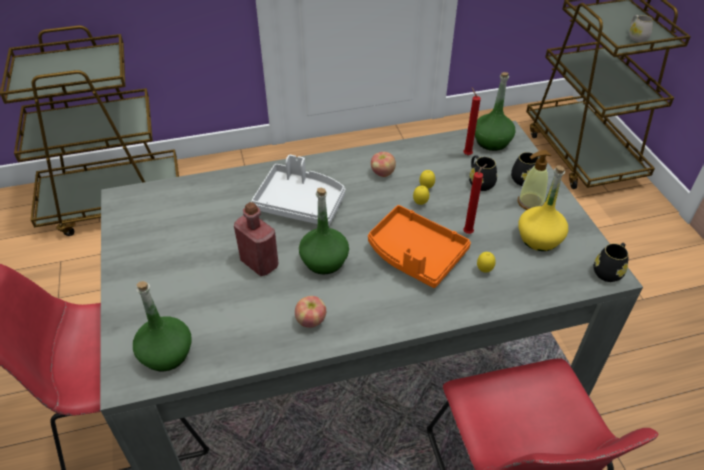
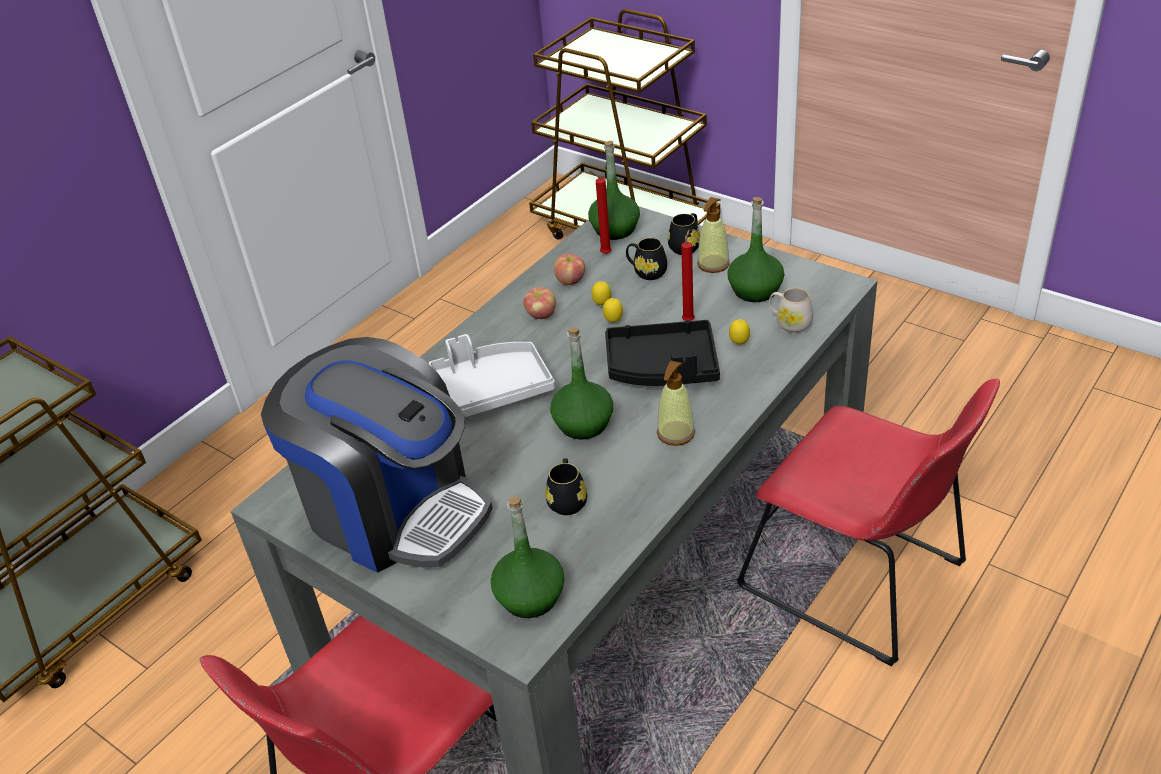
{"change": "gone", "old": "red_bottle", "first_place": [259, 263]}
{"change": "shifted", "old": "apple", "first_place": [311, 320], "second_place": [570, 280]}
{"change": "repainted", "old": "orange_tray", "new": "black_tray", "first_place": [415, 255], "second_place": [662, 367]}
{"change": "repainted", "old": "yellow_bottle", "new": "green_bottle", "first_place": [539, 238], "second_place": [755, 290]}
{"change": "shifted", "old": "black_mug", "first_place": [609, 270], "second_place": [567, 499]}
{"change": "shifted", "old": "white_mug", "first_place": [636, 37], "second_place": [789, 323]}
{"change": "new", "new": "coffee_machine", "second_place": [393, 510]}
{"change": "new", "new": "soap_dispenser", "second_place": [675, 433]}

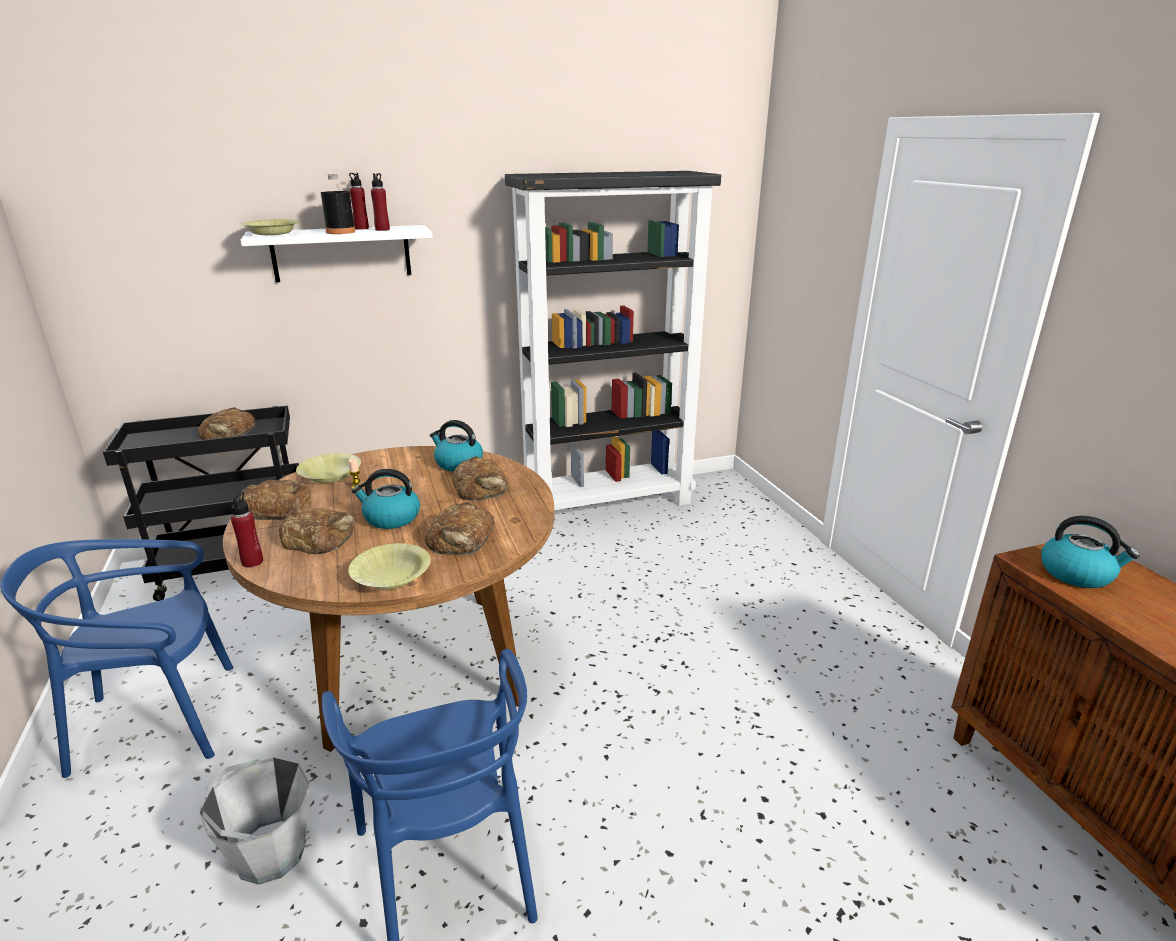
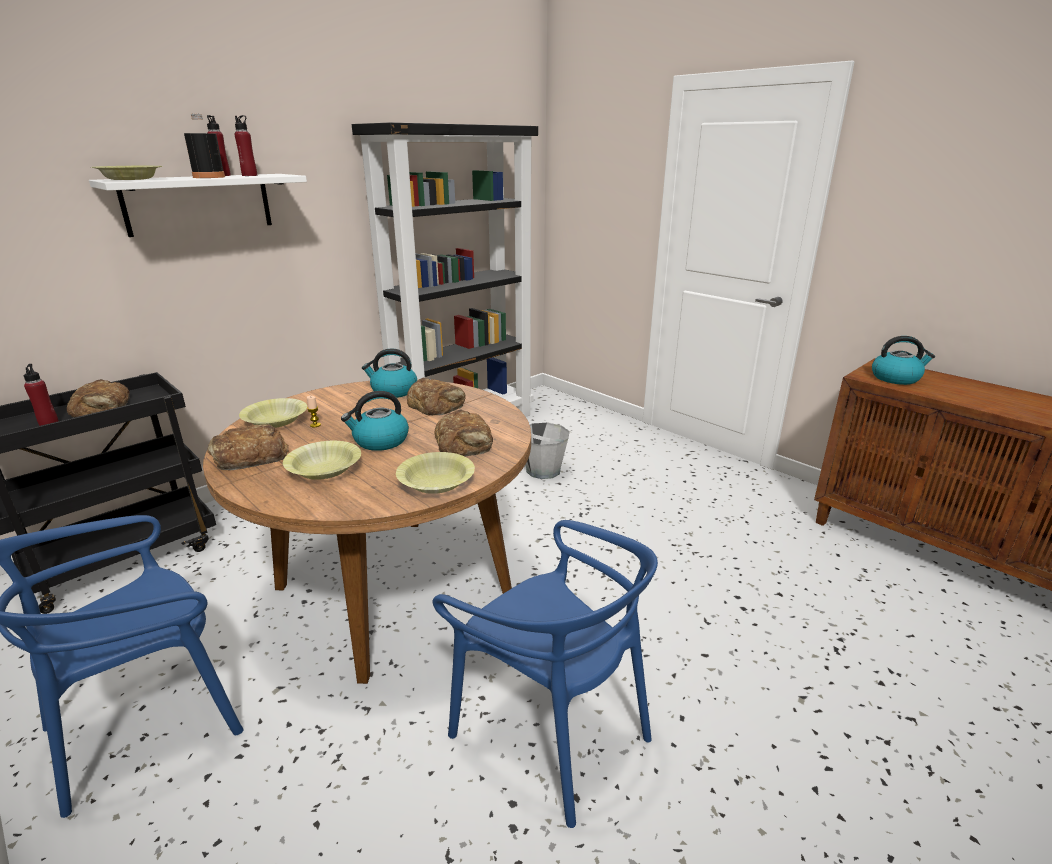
{"change": "shifted", "old": "grey_bucket", "first_place": [270, 852], "second_place": [543, 470]}
{"change": "shifted", "old": "red_bottle", "first_place": [252, 562], "second_place": [49, 423]}
{"change": "swapped", "old": "bread", "new": "yellow_bowl", "first_place": [318, 537], "second_place": [324, 469]}

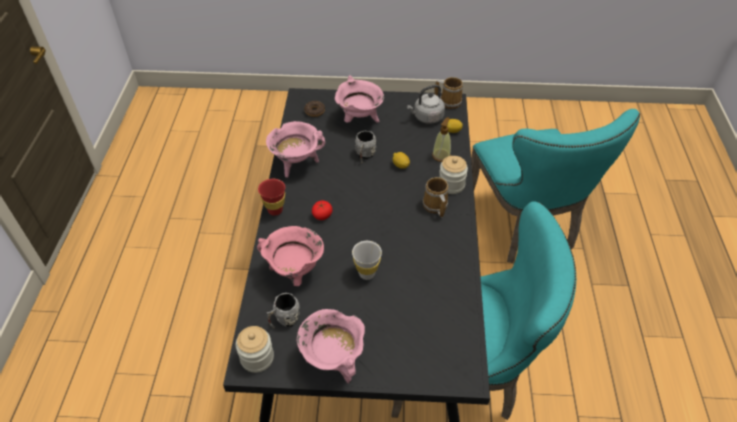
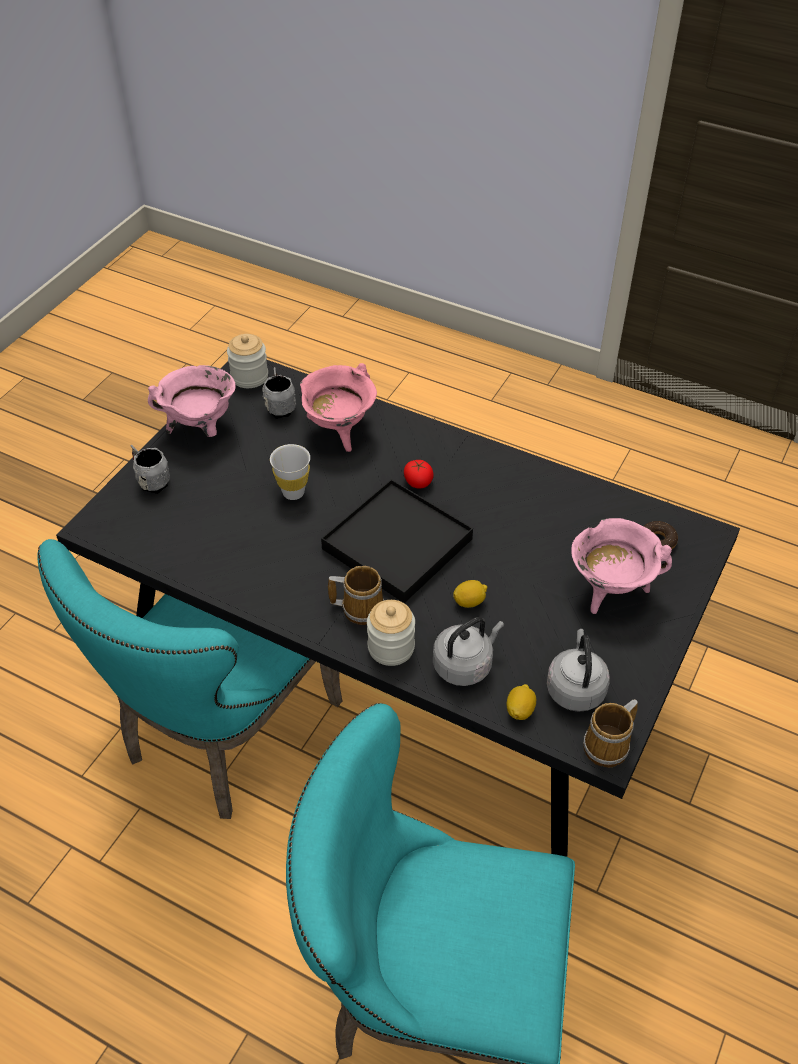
{"change": "gone", "old": "red_cup", "first_place": [275, 210]}
{"change": "gone", "old": "pink_cooking_pot", "first_place": [296, 164]}
{"change": "shifted", "old": "grey_mug", "first_place": [364, 155], "second_place": [151, 481]}
{"change": "swapped", "old": "soap_dispenser", "new": "grey_kettle", "first_place": [441, 155], "second_place": [465, 665]}
{"change": "new", "new": "black_tray", "second_place": [397, 544]}

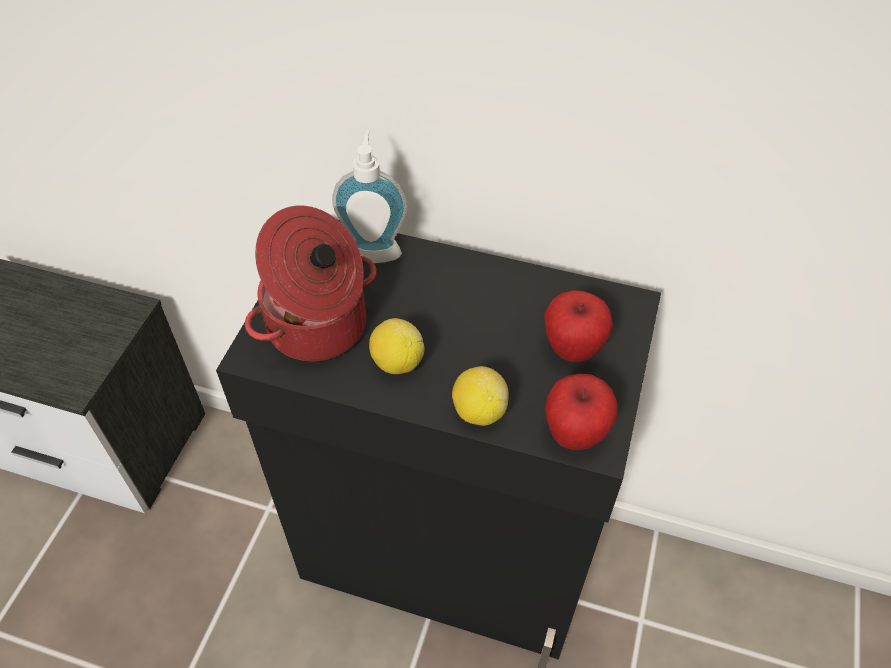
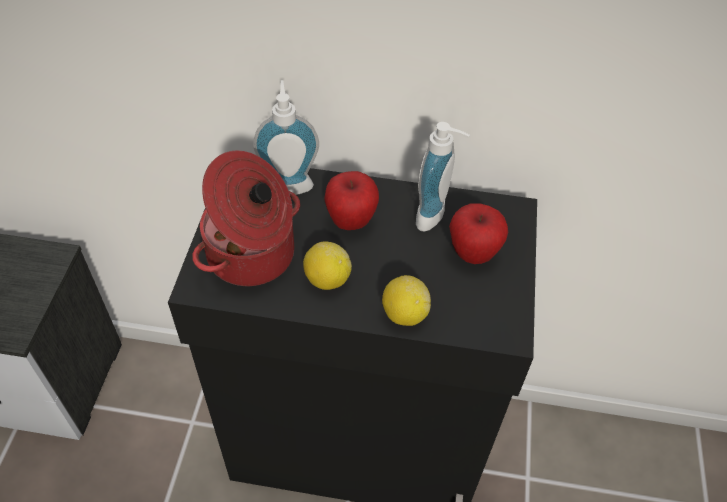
{"change": "shifted", "old": "apple", "first_place": [574, 434], "second_place": [351, 221]}
{"change": "new", "new": "soap_dispenser", "second_place": [435, 217]}

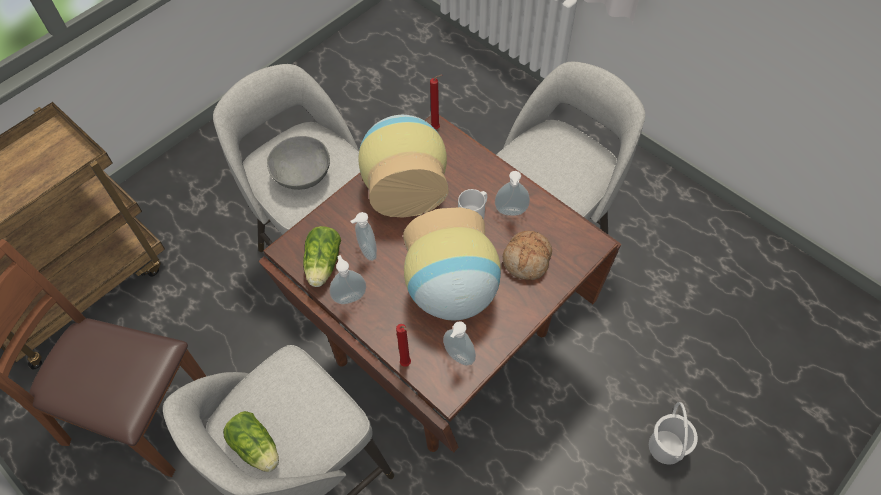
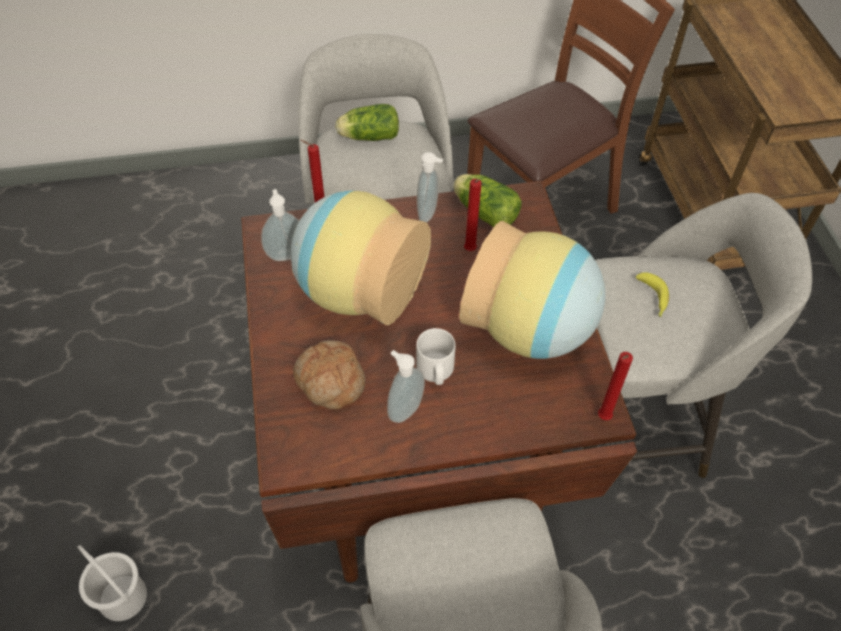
{"change": "swapped", "old": "grey_bowl", "new": "banana", "first_place": [302, 176], "second_place": [652, 299]}
{"change": "swapped", "old": "soap_dispenser", "new": "red_candle", "first_place": [366, 252], "second_place": [469, 251]}

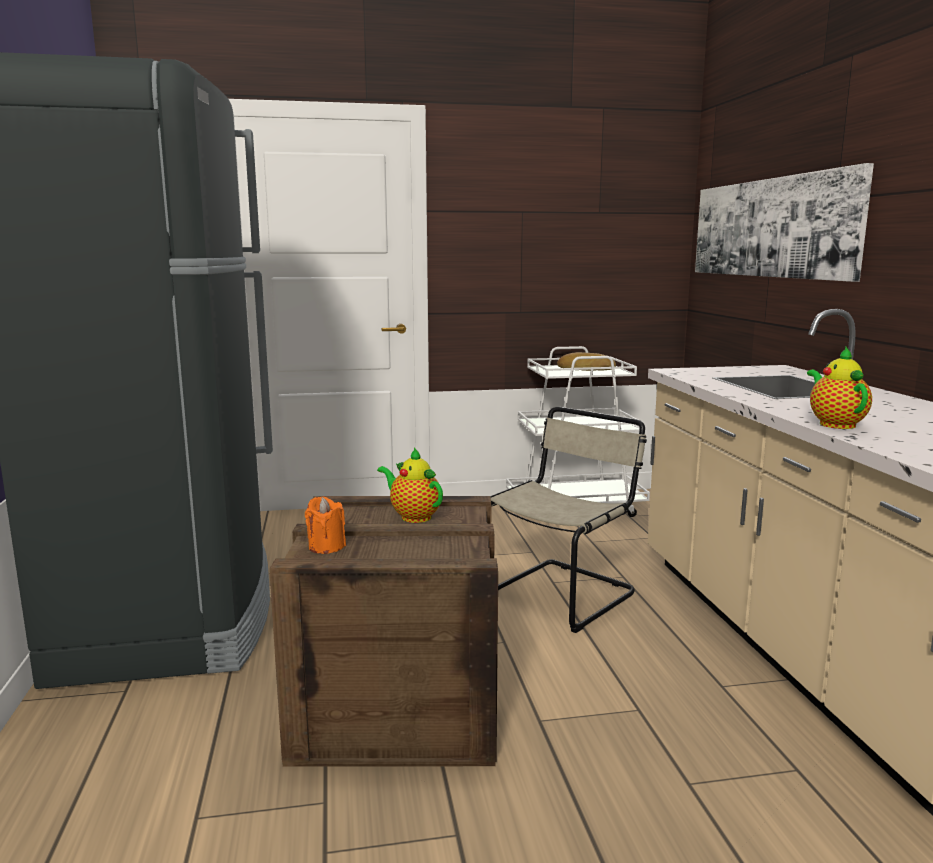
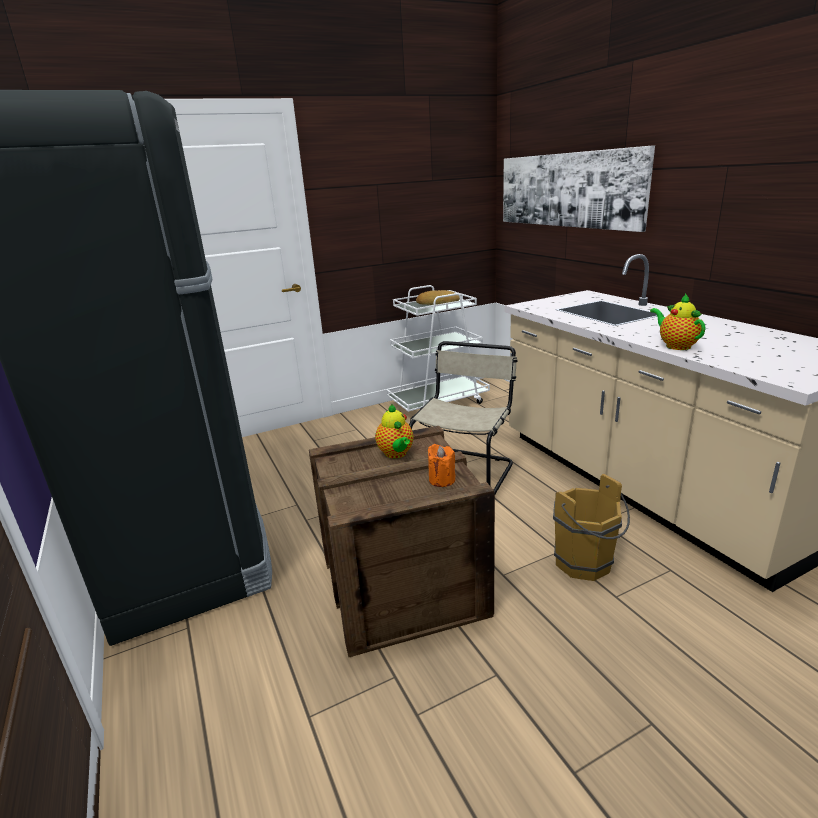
{"change": "shifted", "old": "orange_candle", "first_place": [326, 547], "second_place": [442, 480]}
{"change": "rotated", "old": "teapot", "first_place": [413, 516], "second_place": [396, 454], "degrees": -135}
{"change": "new", "new": "brown_bucket", "second_place": [586, 565]}

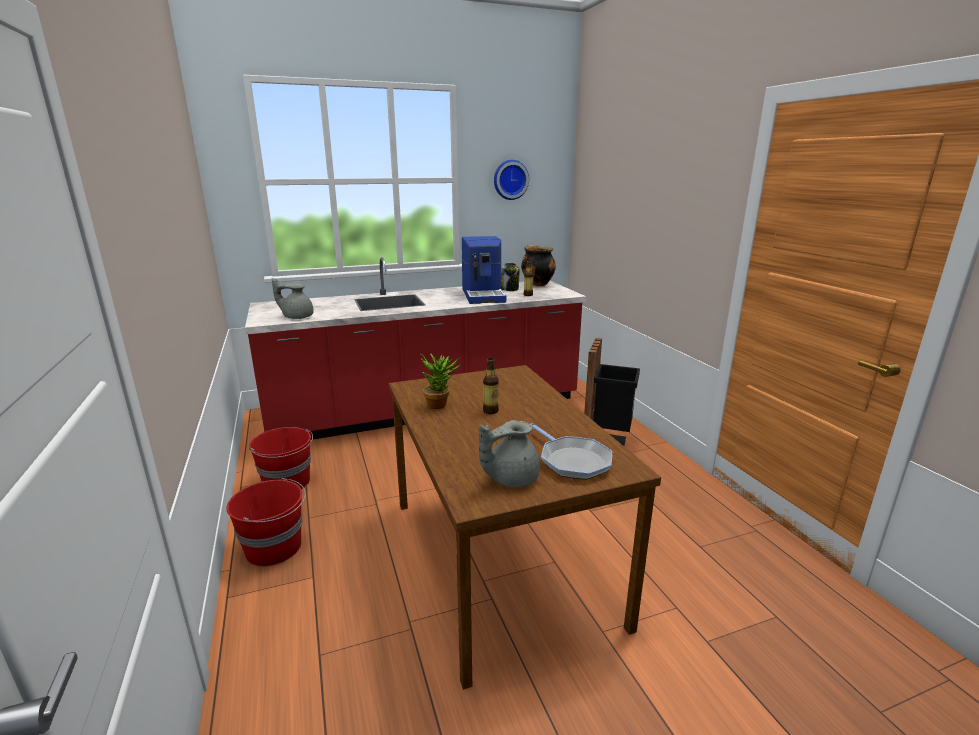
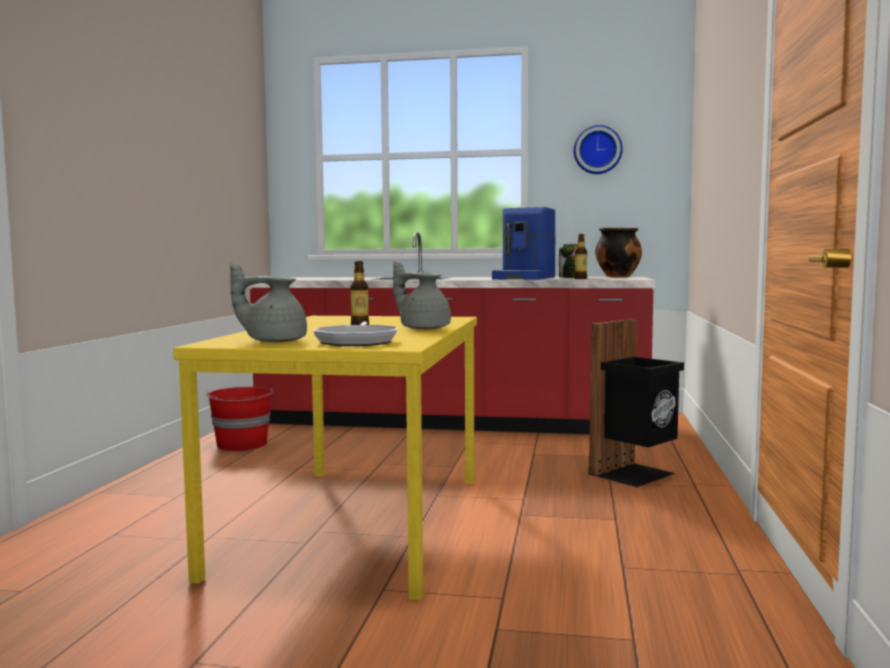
{"change": "gone", "old": "red_bucket", "first_place": [275, 547]}
{"change": "shifted", "old": "grey_teapot", "first_place": [297, 317], "second_place": [423, 328]}
{"change": "repainted", "old": "brown_dining_table", "new": "yellow_dining_table", "first_place": [497, 558], "second_place": [356, 522]}
{"change": "gone", "old": "potted_plant", "first_place": [440, 404]}

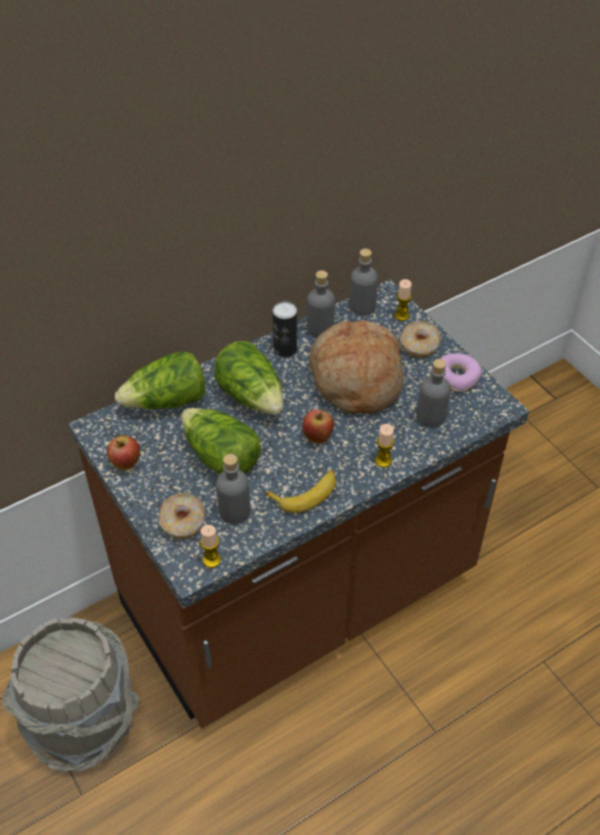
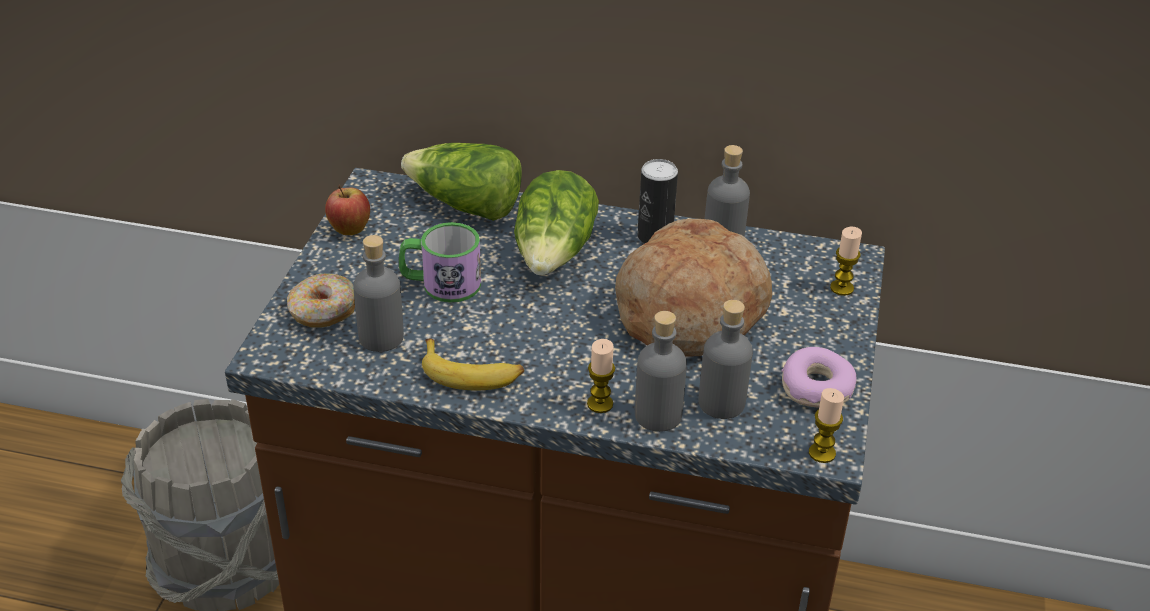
{"change": "swapped", "old": "lettuce", "new": "mug", "first_place": [220, 457], "second_place": [440, 284]}
{"change": "shifted", "old": "candle", "first_place": [211, 560], "second_place": [822, 453]}
{"change": "gone", "old": "apple", "first_place": [317, 437]}
{"change": "shifted", "old": "grey_bottle", "first_place": [362, 306], "second_place": [658, 415]}
{"change": "gone", "old": "donut", "first_place": [419, 345]}

